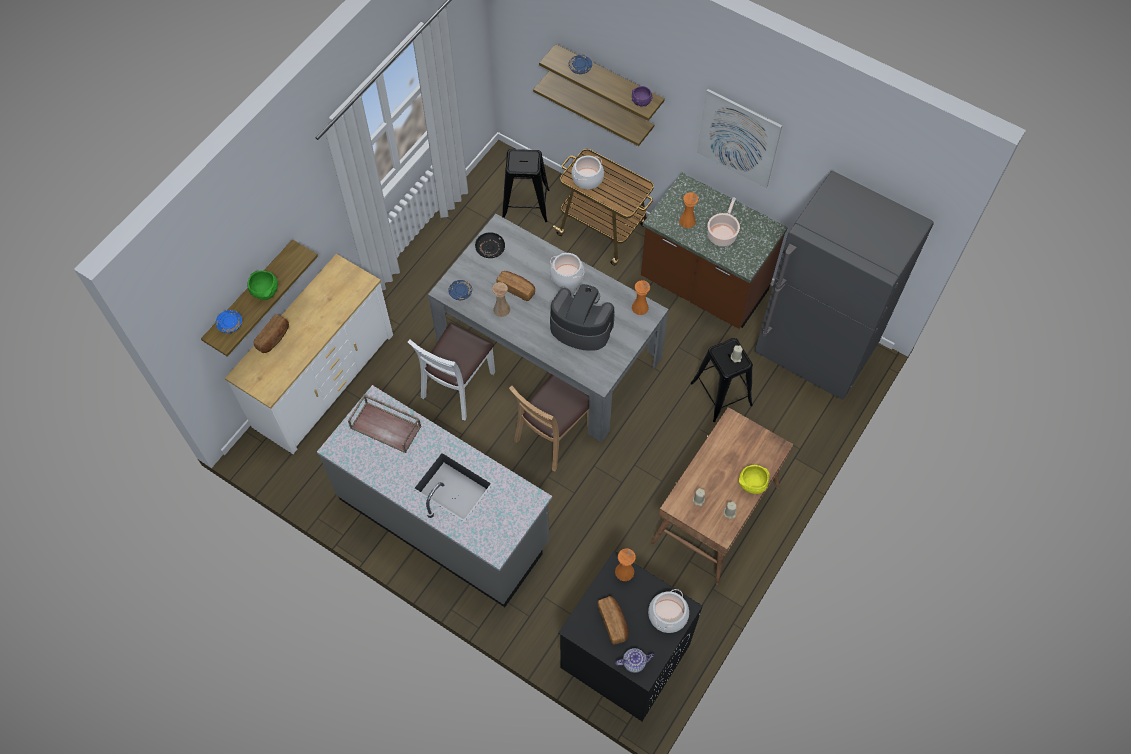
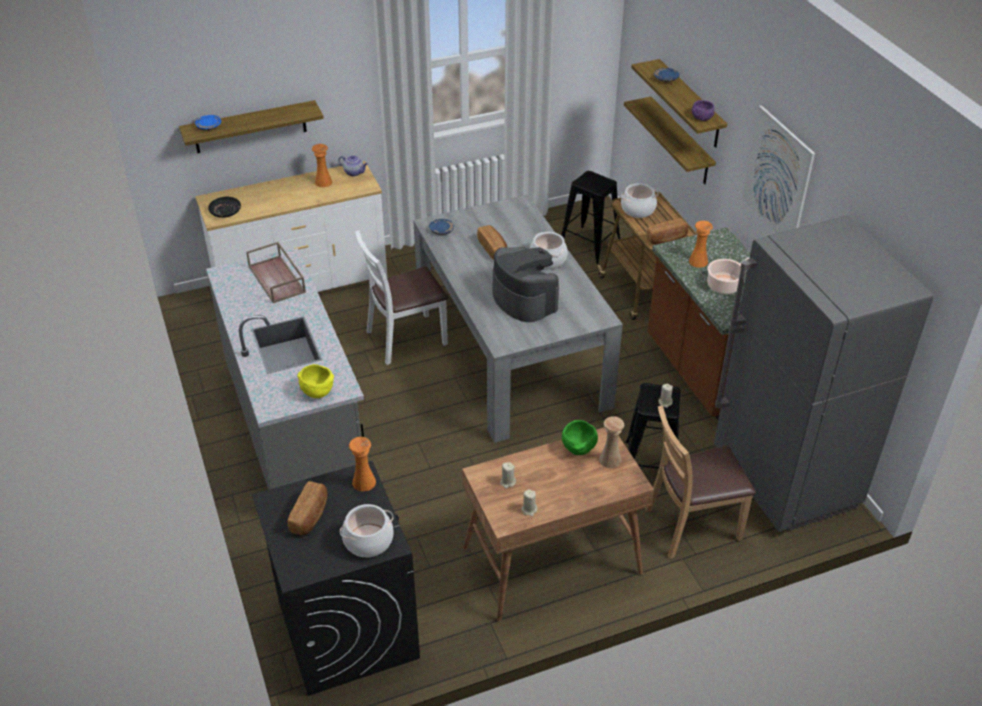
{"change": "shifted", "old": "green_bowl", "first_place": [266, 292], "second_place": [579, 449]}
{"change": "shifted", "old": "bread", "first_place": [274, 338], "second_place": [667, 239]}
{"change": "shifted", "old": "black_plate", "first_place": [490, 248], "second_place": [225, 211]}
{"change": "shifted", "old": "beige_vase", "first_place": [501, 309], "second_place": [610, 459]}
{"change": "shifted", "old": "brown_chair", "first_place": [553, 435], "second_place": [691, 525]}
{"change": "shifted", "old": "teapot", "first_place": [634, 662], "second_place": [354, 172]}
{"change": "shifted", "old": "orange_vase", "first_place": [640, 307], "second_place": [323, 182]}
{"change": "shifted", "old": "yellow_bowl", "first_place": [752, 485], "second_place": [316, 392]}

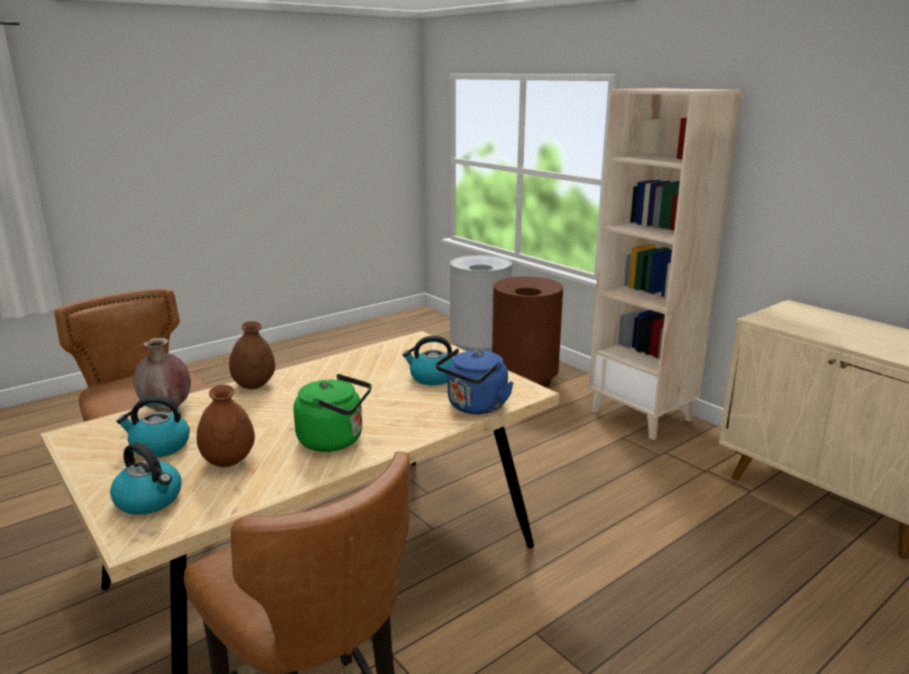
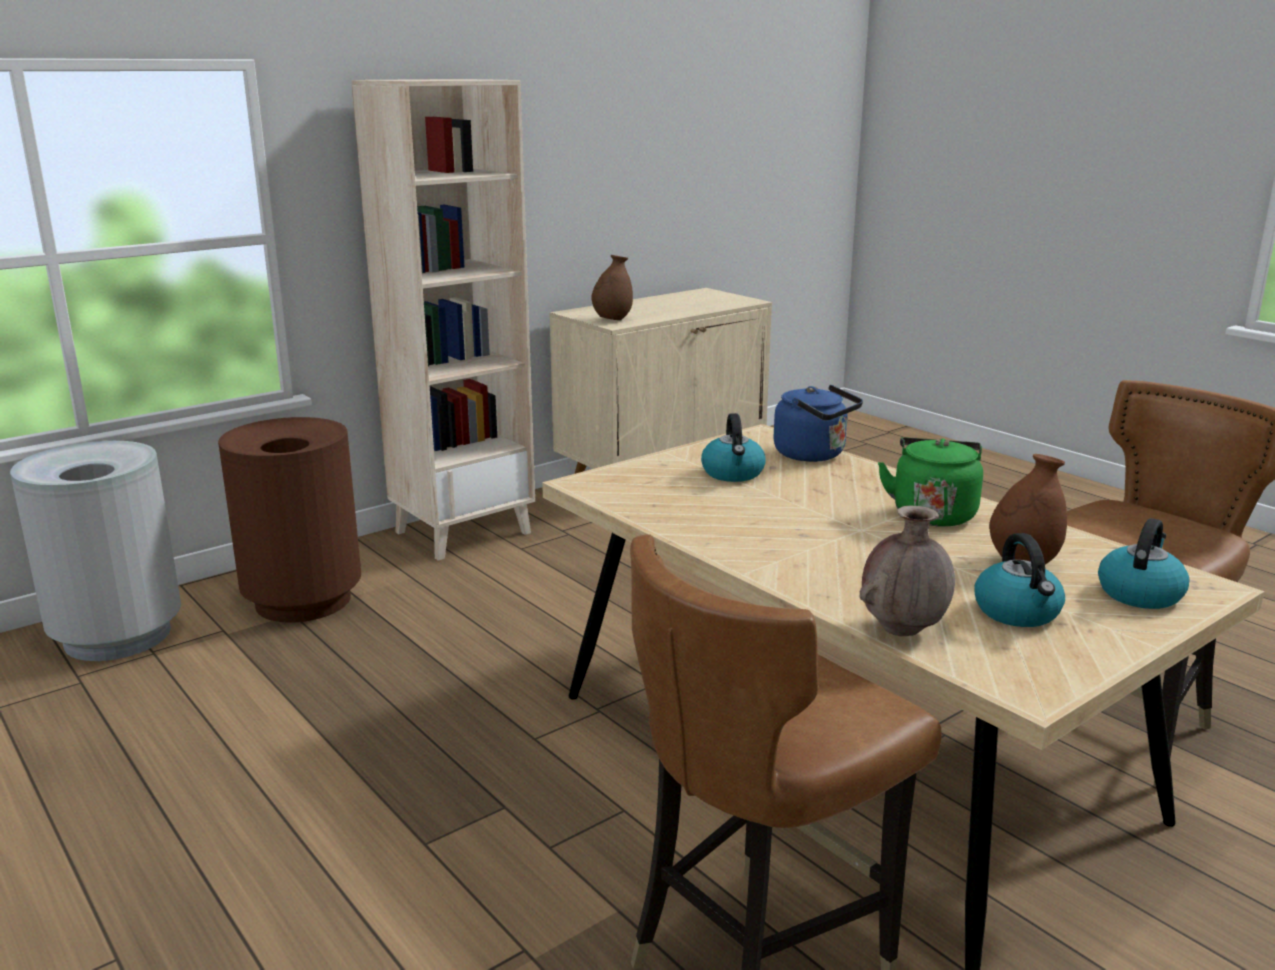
{"change": "shifted", "old": "brown_vase", "first_place": [254, 385], "second_place": [612, 319]}

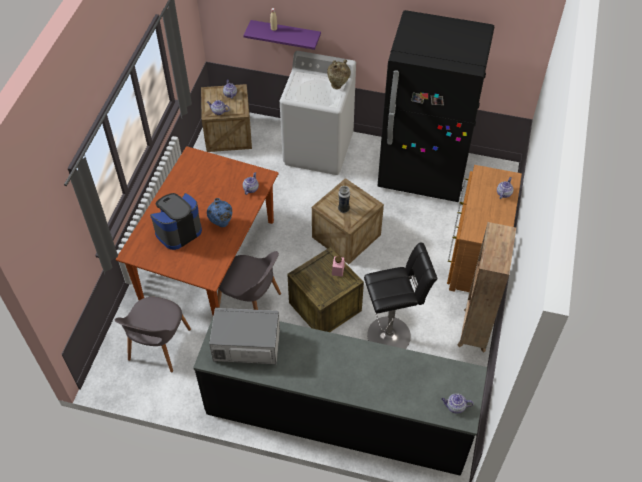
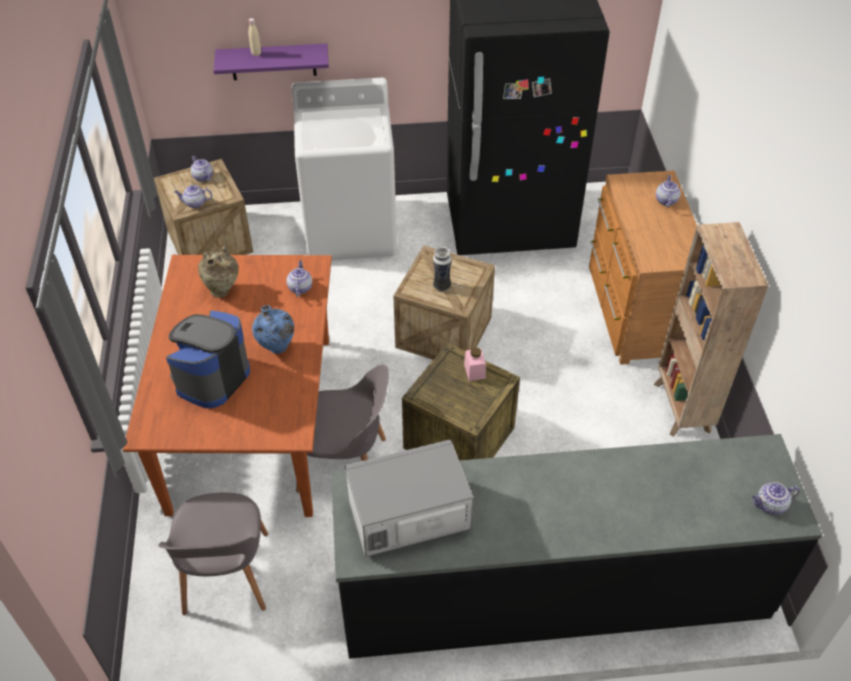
{"change": "shifted", "old": "beige_vase", "first_place": [338, 85], "second_place": [222, 291]}
{"change": "gone", "old": "black_stool", "first_place": [392, 334]}

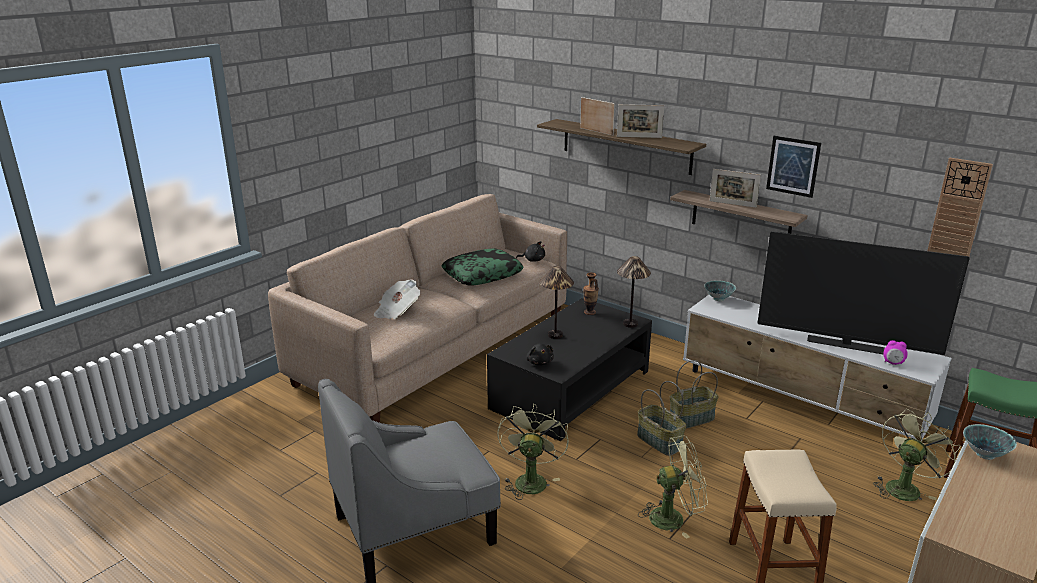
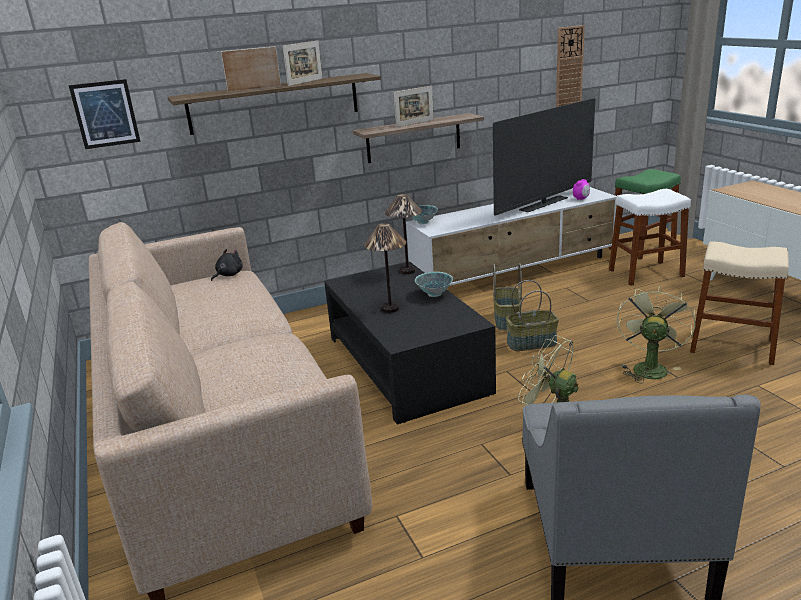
{"change": "gone", "old": "newspaper", "first_place": [397, 311]}
{"change": "gone", "old": "pillow", "first_place": [482, 274]}
{"change": "gone", "old": "black_plush_toy", "first_place": [539, 362]}
{"change": "gone", "old": "vase", "first_place": [589, 312]}
{"change": "shifted", "old": "picture", "first_place": [793, 166], "second_place": [105, 114]}
{"change": "swapped", "old": "green_fan", "new": "white_stool", "first_place": [904, 487], "second_place": [646, 273]}
{"change": "shifted", "old": "bowl", "first_place": [984, 454], "second_place": [434, 294]}

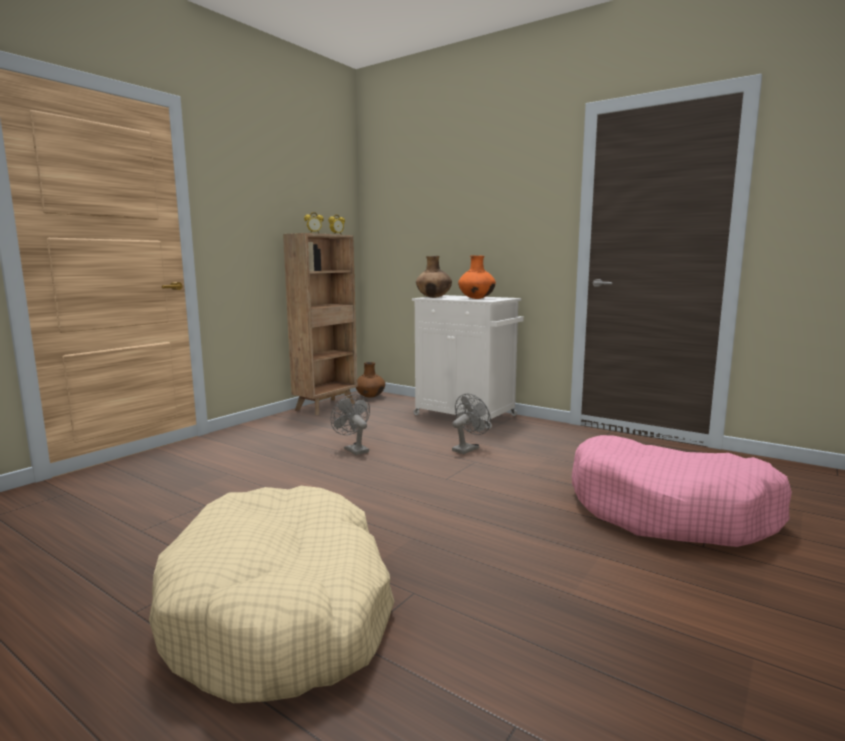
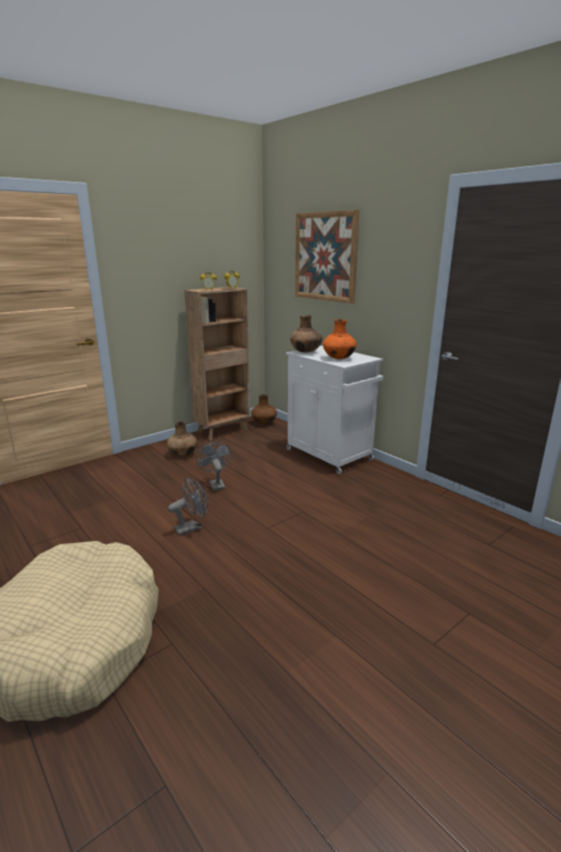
{"change": "shifted", "old": "grey_fan", "first_place": [468, 448], "second_place": [192, 527]}
{"change": "gone", "old": "pink_dog_bed", "first_place": [670, 511]}
{"change": "new", "new": "brown_vase", "second_place": [183, 454]}
{"change": "new", "new": "picture", "second_place": [325, 257]}

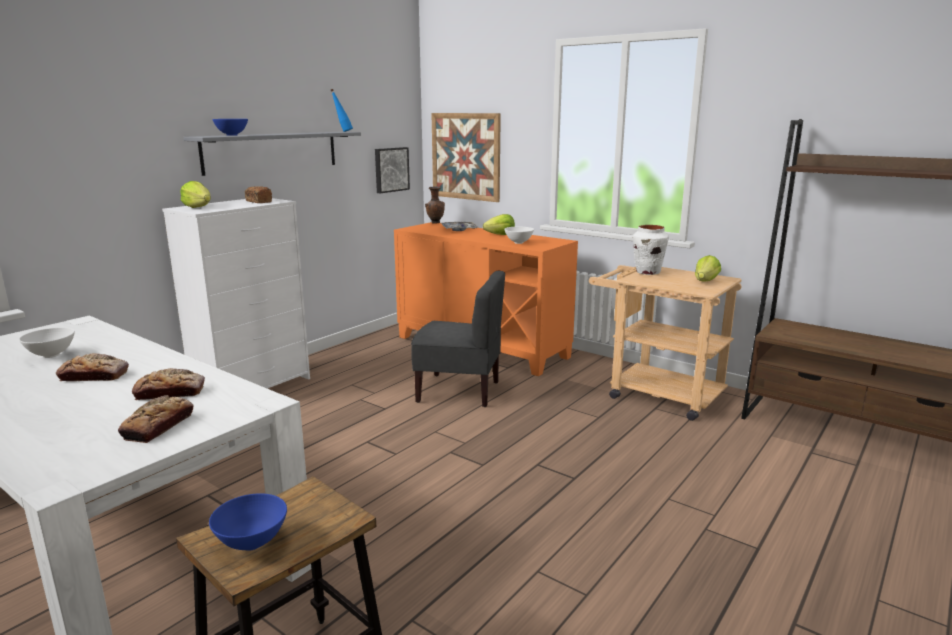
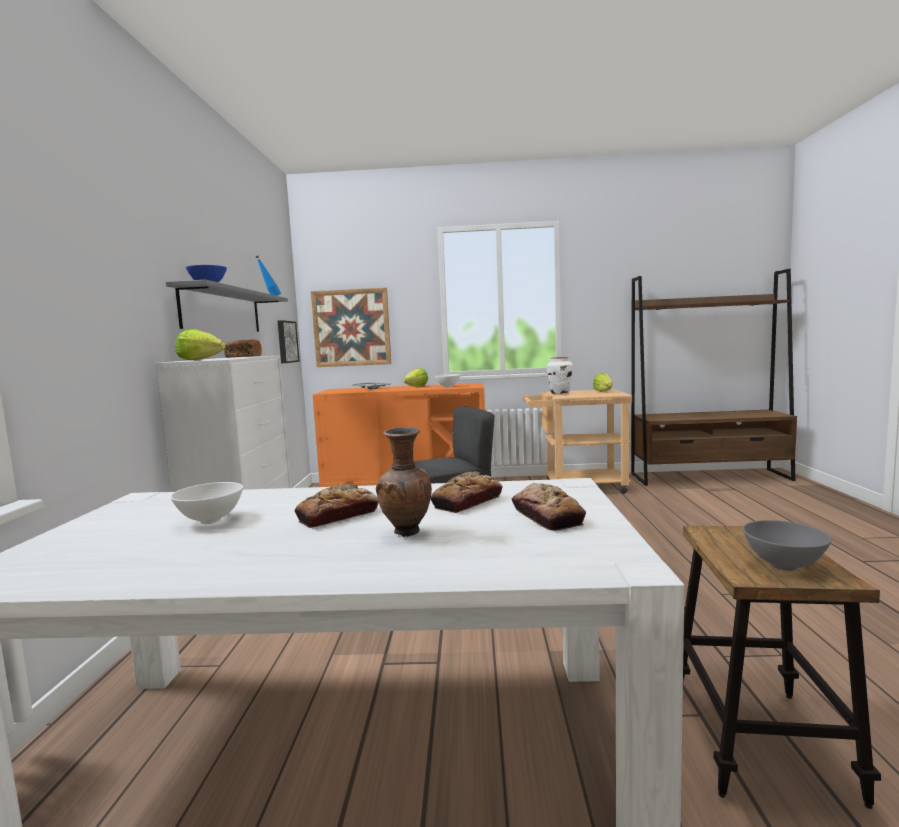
{"change": "repainted", "old": "blue_bowl", "new": "grey_bowl", "first_place": [252, 544], "second_place": [785, 566]}
{"change": "shifted", "old": "brown_vase", "first_place": [435, 223], "second_place": [407, 533]}

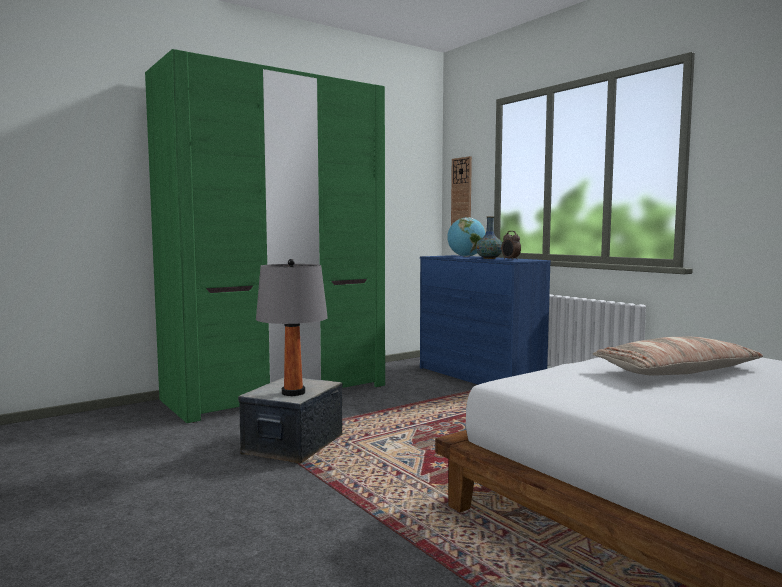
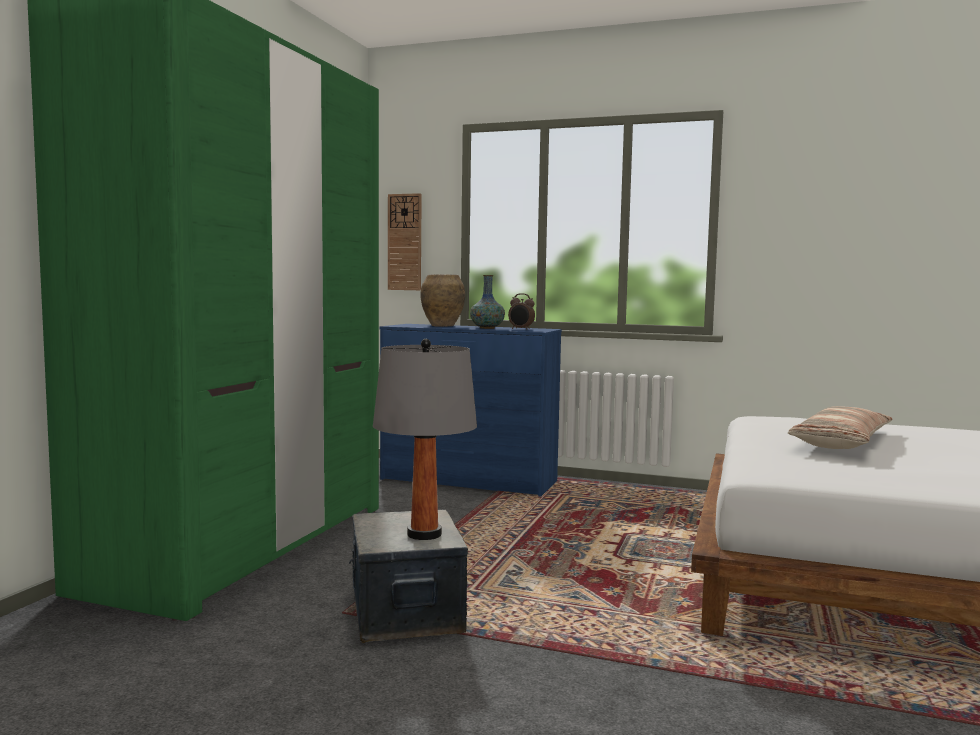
{"change": "swapped", "old": "globe", "new": "brown_vase", "first_place": [466, 256], "second_place": [442, 326]}

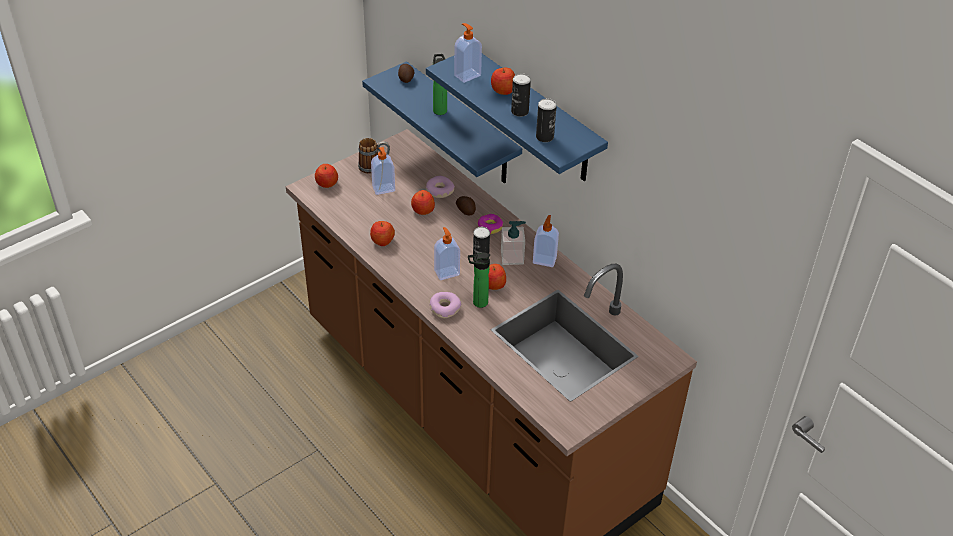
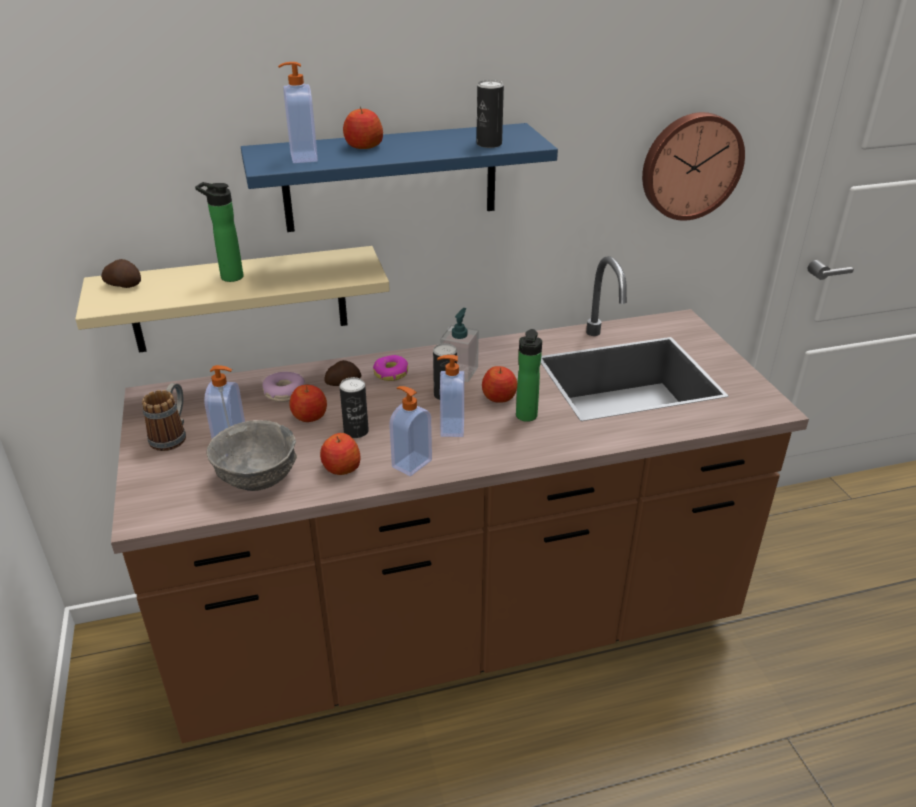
{"change": "gone", "old": "apple", "first_place": [327, 183]}
{"change": "repainted", "old": "blue_shelf", "new": "beige_shelf", "first_place": [461, 125], "second_place": [239, 300]}
{"change": "gone", "old": "donut", "first_place": [445, 308]}
{"change": "shifted", "old": "can", "first_place": [519, 111], "second_place": [356, 431]}
{"change": "shifted", "old": "soap_dispenser", "first_place": [544, 260], "second_place": [411, 463]}
{"change": "new", "new": "grey_bowl", "second_place": [258, 476]}
{"change": "new", "new": "wall_clock", "second_place": [690, 165]}

